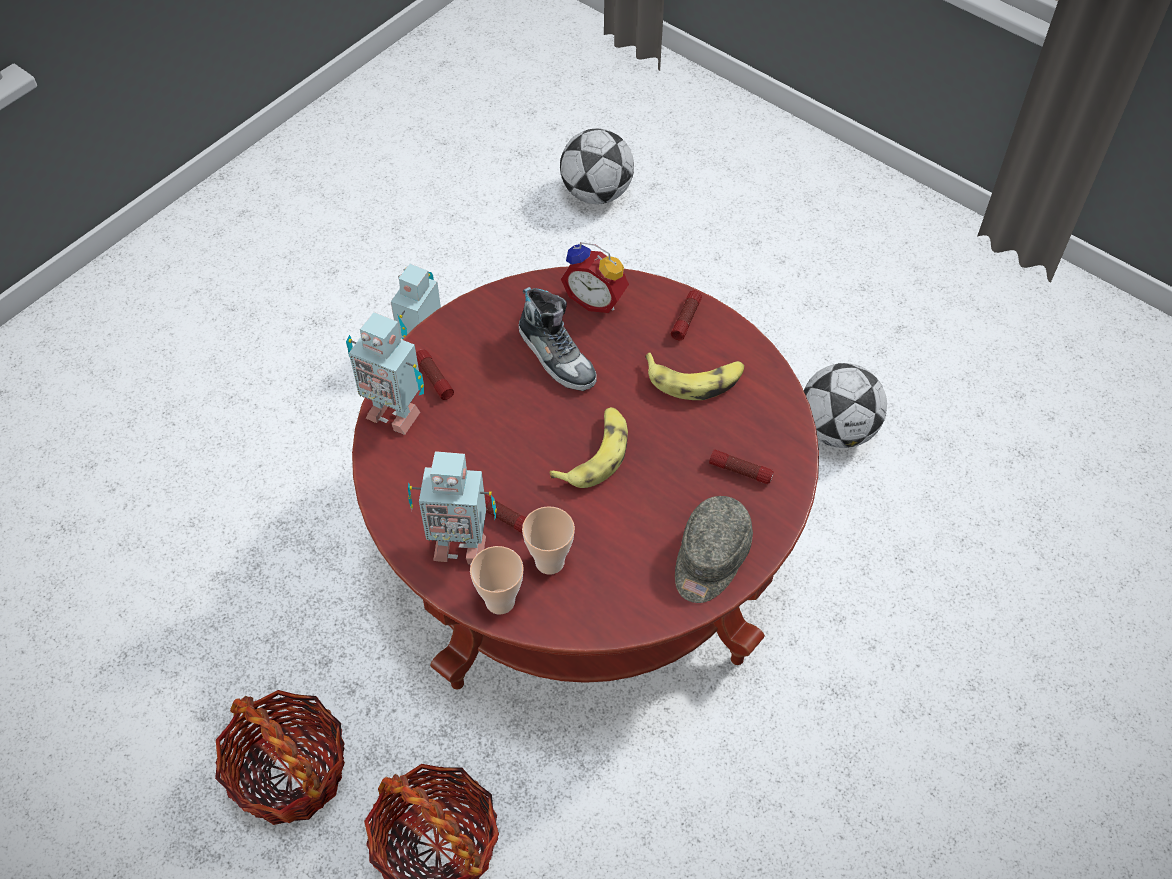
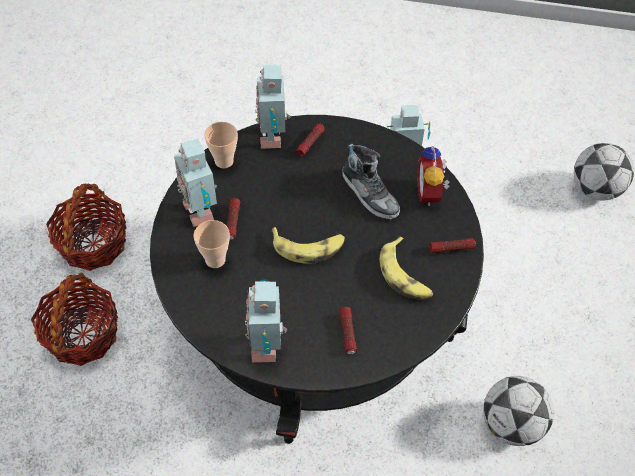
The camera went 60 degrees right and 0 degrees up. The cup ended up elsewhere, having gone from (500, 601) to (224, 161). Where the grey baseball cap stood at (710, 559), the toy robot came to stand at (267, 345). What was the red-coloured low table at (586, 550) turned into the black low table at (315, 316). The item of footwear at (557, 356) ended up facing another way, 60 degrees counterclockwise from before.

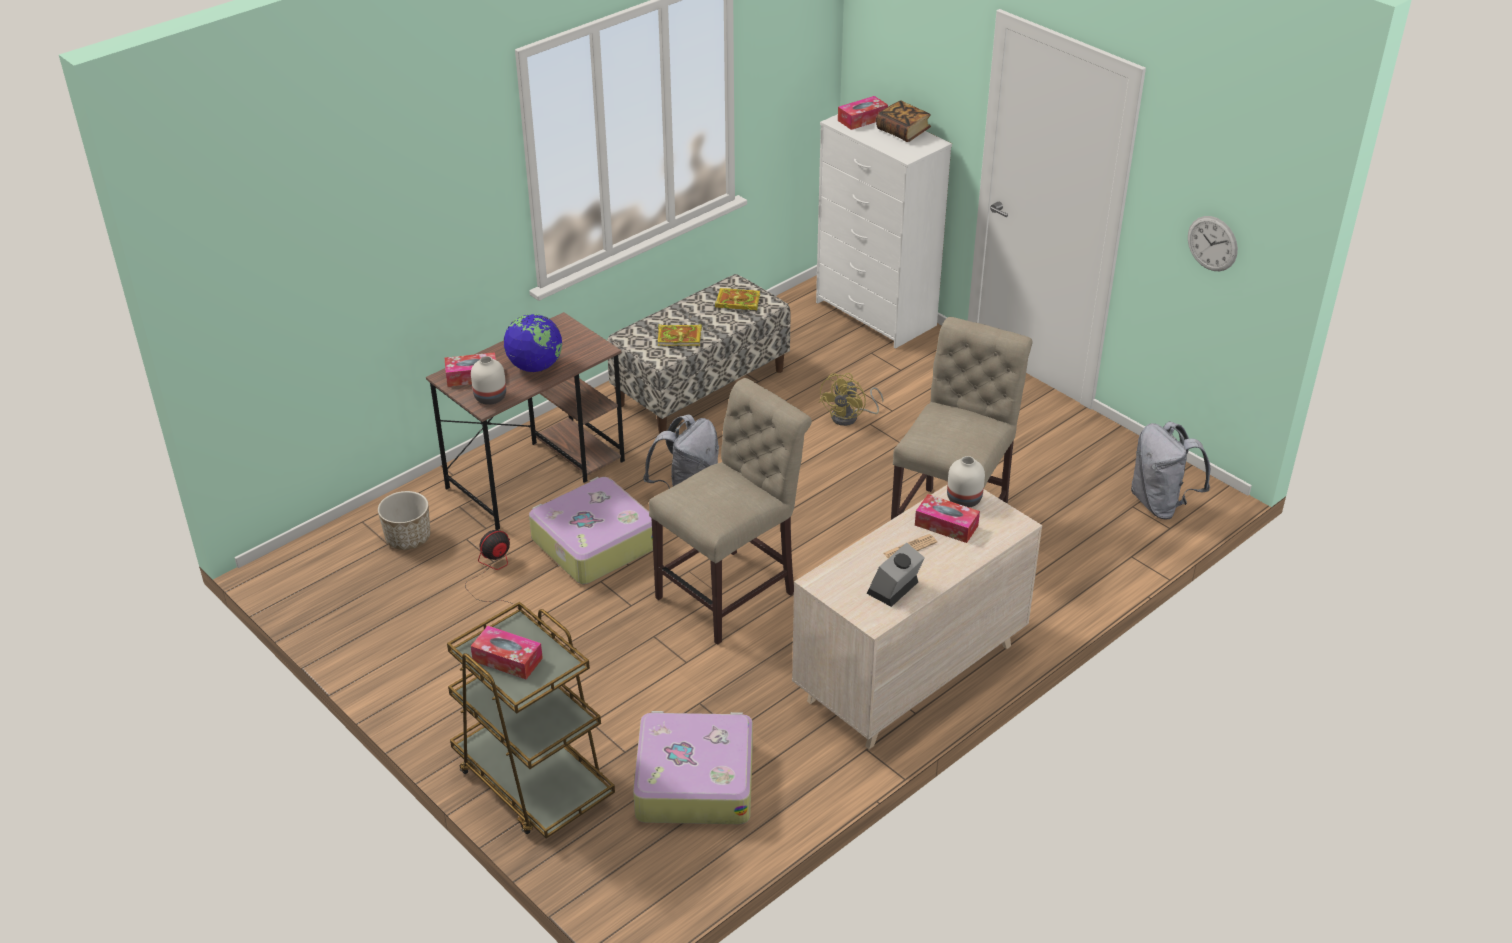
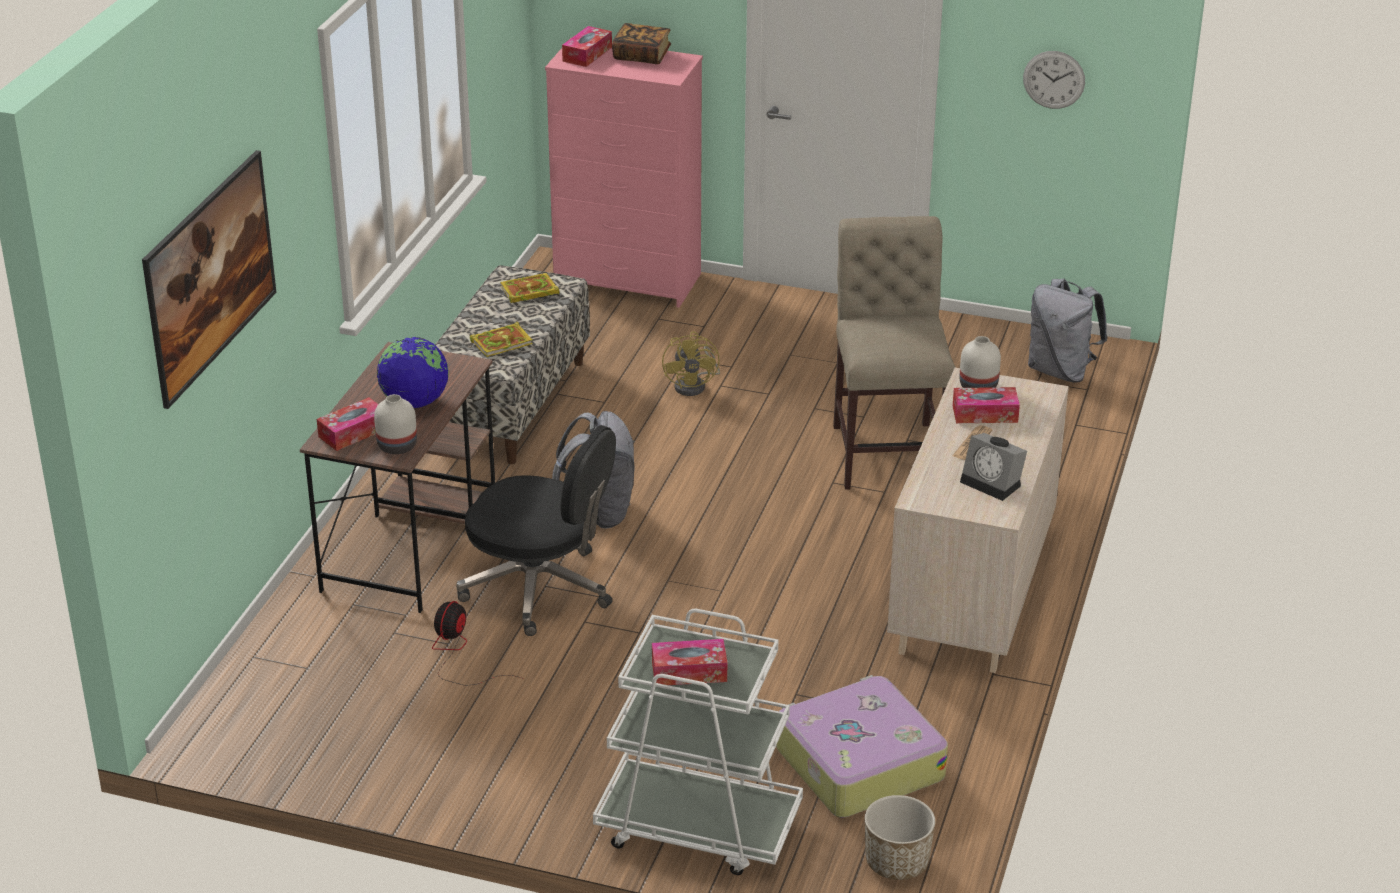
The camera went 30 degrees left and 5 degrees down. The second view lost the beige-coloured plain chair at (732, 592). The second view gained the wall picture at (215, 312). The flower pot ended up elsewhere, having gone from (408, 538) to (896, 862). Where the piece of luggage stood at (593, 543), the black office chair came to stand at (540, 588). What was the brown-coloured cart at (532, 781) turned into the white-coloured cart at (697, 826). What was the white-coloured dresser at (876, 314) turned into the pink dresser at (629, 280). The alarm clock at (893, 590) ended up facing another way, 60 degrees counterclockwise from before.

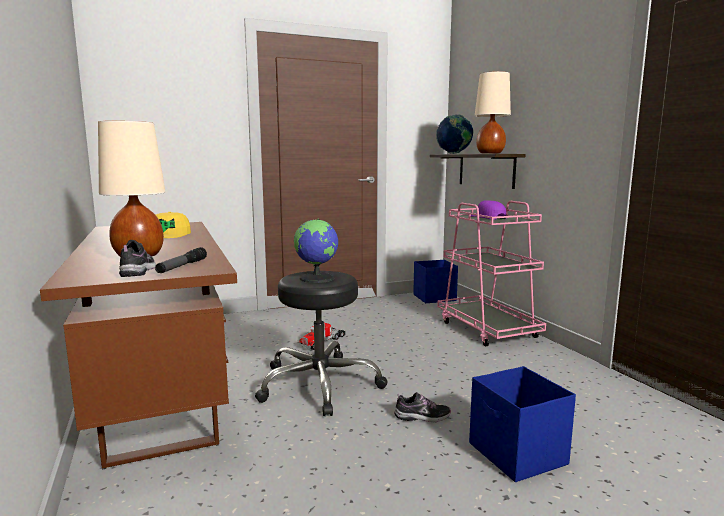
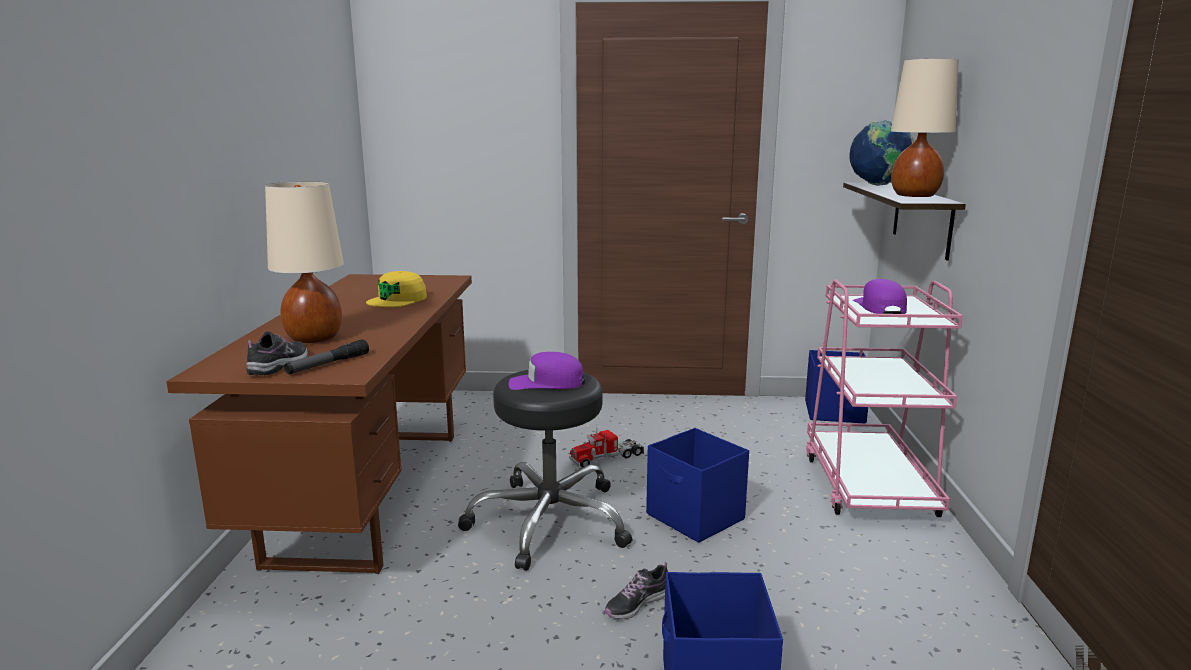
The camera went 25 degrees right and 5 degrees up. The second view gained the bluish storage bin at (695, 517). Where the globe stood at (317, 278), the purple-coloured baseball cap came to stand at (546, 383). The item of footwear at (422, 417) ended up facing another way, 120 degrees clockwise from before.

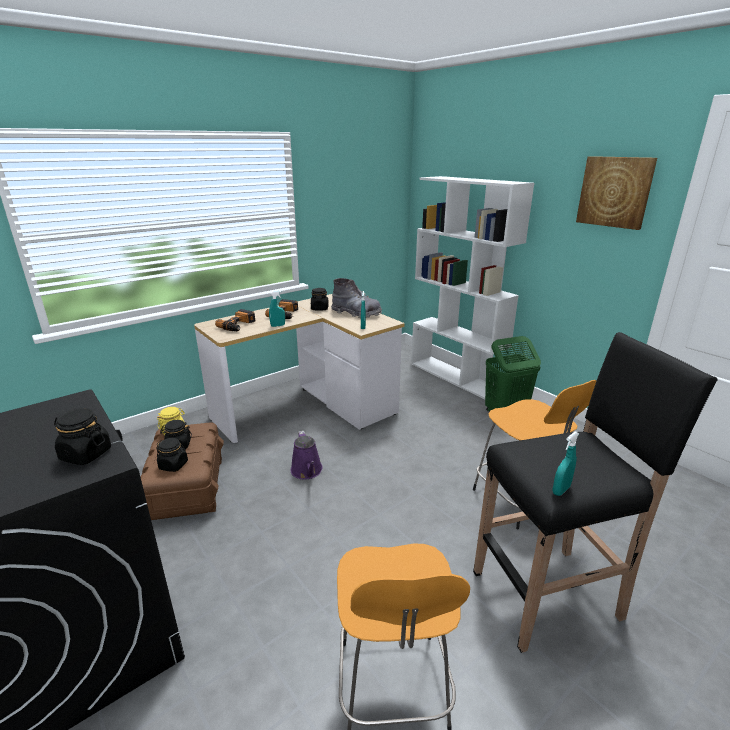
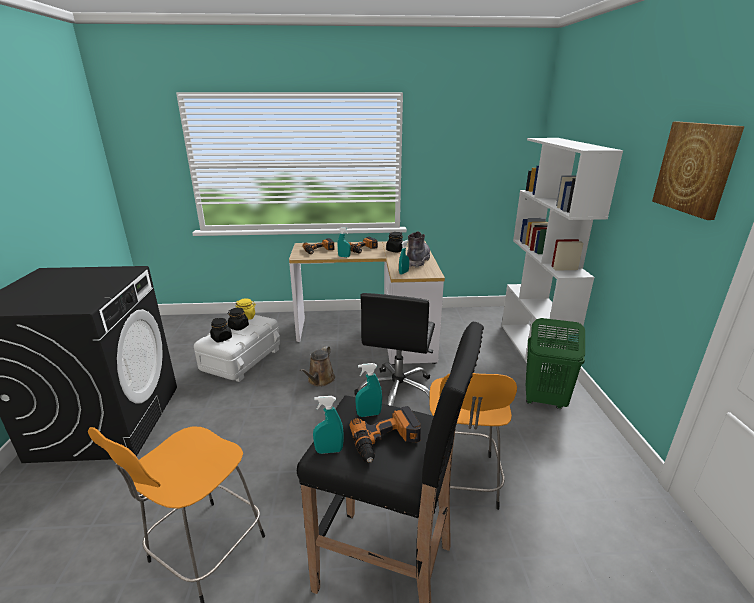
The camera went 35 degrees right and 0 degrees up. The second view lost the black jar at (85, 454). The second view gained the drill at (386, 441). The second view gained the black office chair at (398, 393). The second view gained the turquoise hand sprayer at (369, 414). What was the brown-coloured storage bin at (186, 487) turned into the white-coloured storage bin at (241, 359). What was the purple-coloured watering pot at (307, 471) turned into the brown-coloured watering pot at (320, 380). The grey tall boot at (356, 313) ended up facing another way, 135 degrees counterclockwise from before.

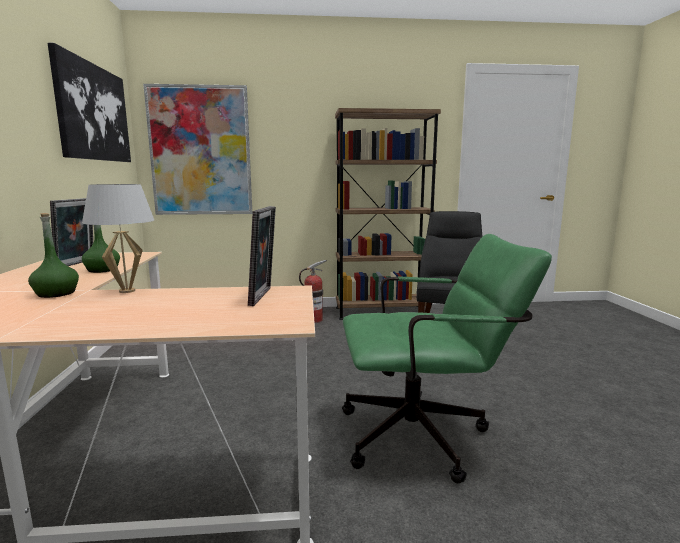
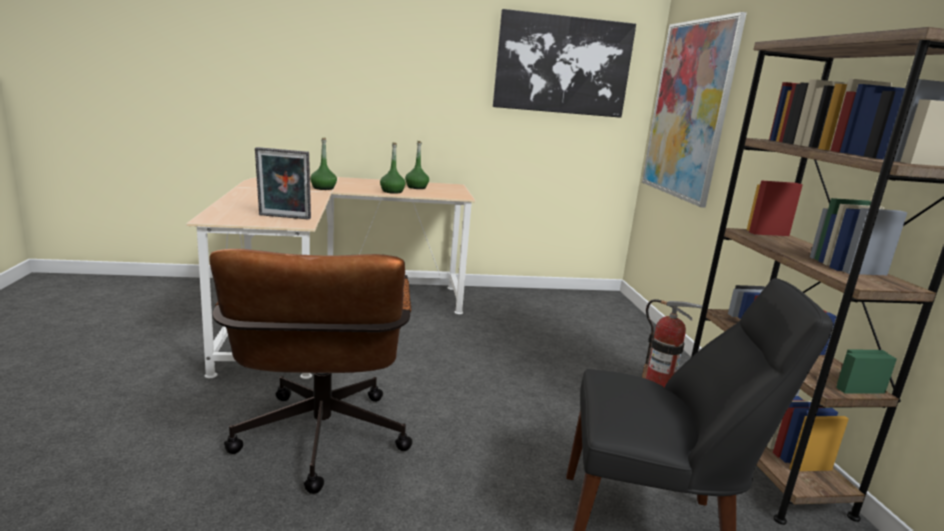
The camera went 85 degrees right and 5 degrees up. The second view lost the white-coloured lamp for a table at (127, 291). Where the standing frame stood at (77, 264), the green beverage bottle came to stand at (416, 187). What was the green office chair at (426, 435) turned into the brown-coloured office chair at (320, 446).

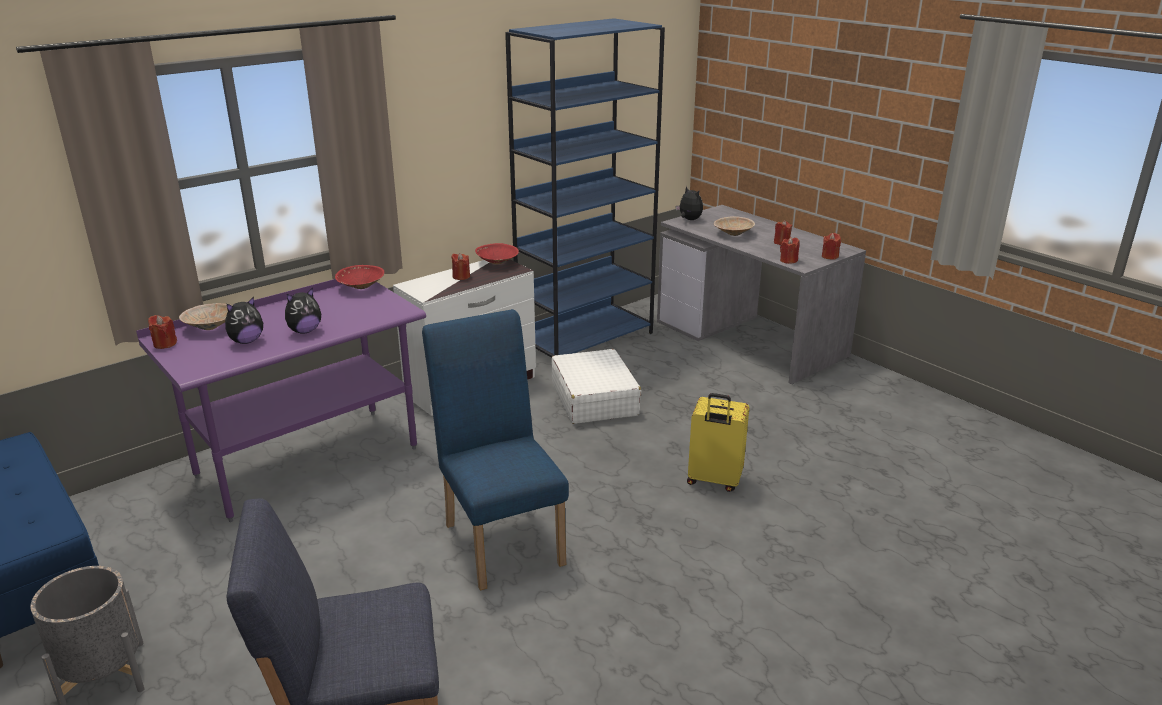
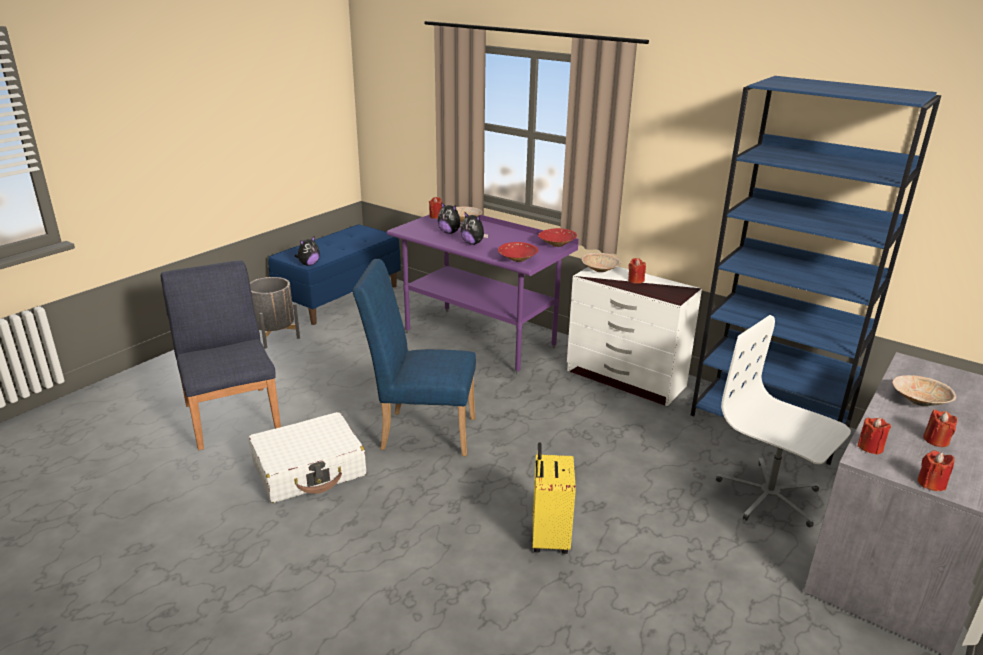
The camera went 75 degrees right and 0 degrees up. The second view gained the beige-coloured serving bowl at (600, 271). The second view gained the white-coloured office chair at (769, 496). The red-coloured serving bowl ended up elsewhere, having gone from (497, 263) to (517, 260). The white-coloured piece of luggage ended up elsewhere, having gone from (594, 399) to (309, 470). The cuddly toy ended up elsewhere, having gone from (689, 220) to (309, 264). The bluish plain chair at (501, 537) ended up facing another way, 135 degrees counterclockwise from before.

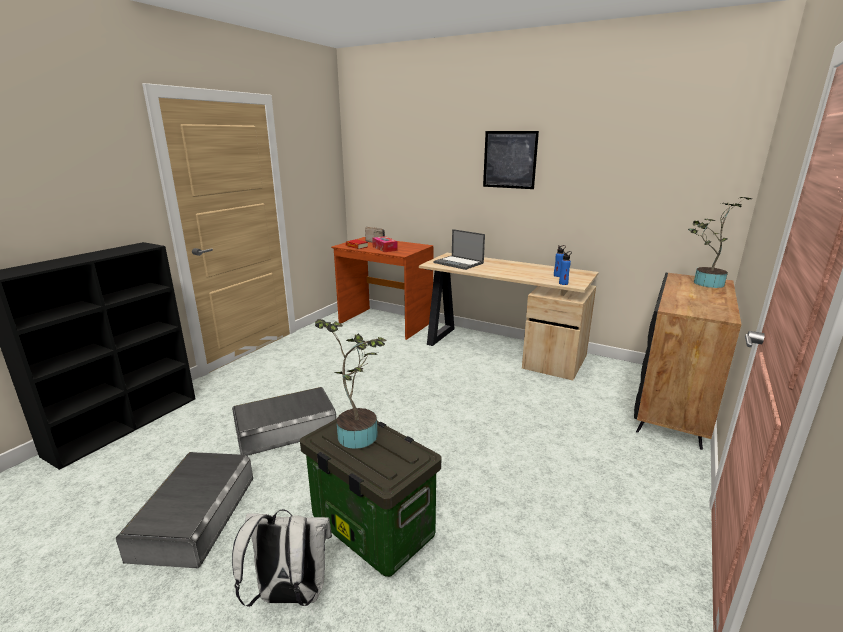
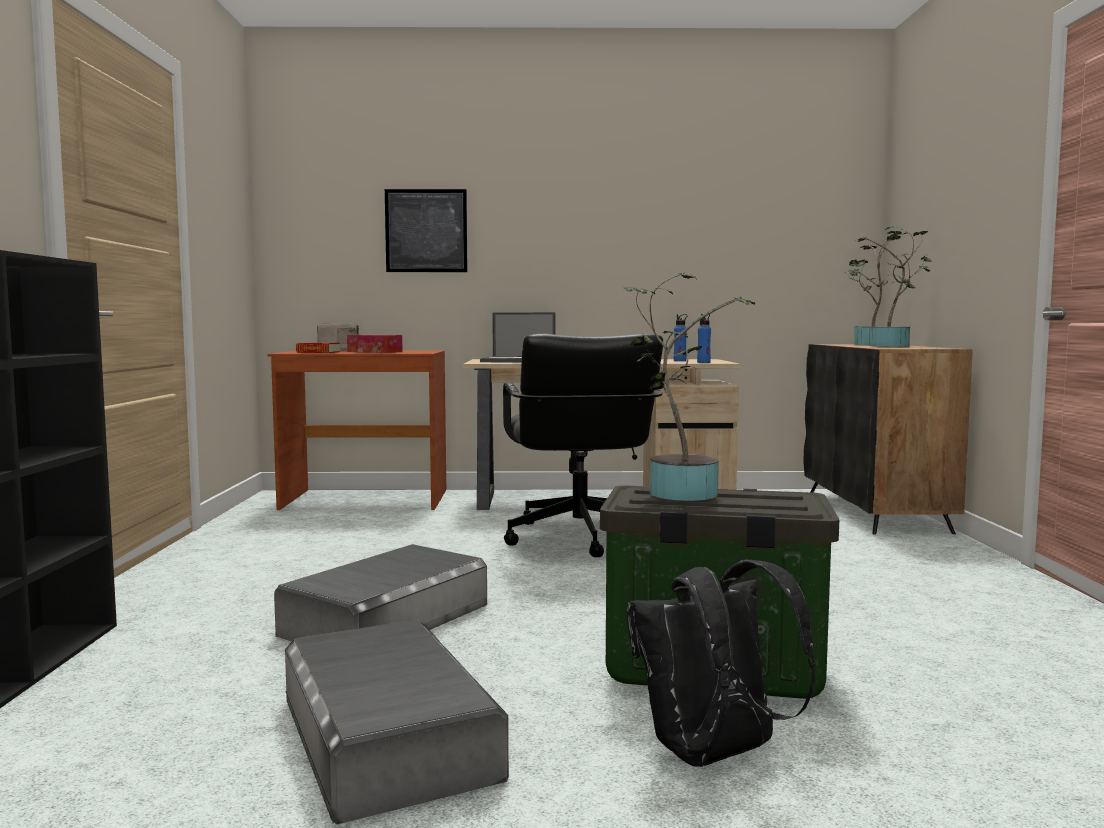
The camera went 30 degrees left and 15 degrees down. The second view gained the black office chair at (579, 538). The second view gained the houseplant at (893, 346). The wall picture ended up elsewhere, having gone from (509, 160) to (426, 231). What was the white-coloured knapsack at (289, 596) turned into the black knapsack at (713, 756).

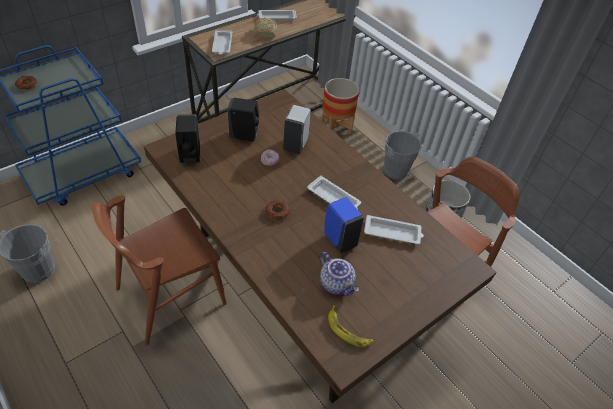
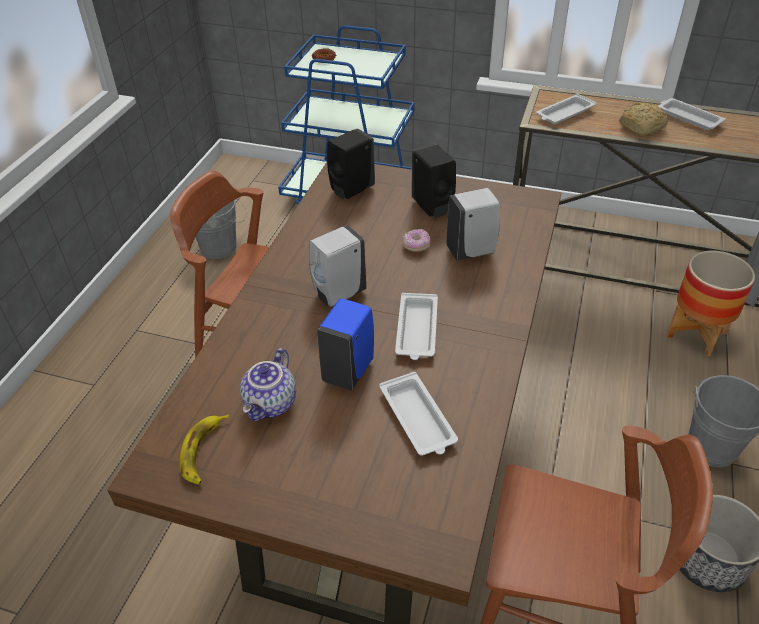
The camera went 60 degrees right and 5 degrees down. Where the donut stood at (277, 212), the white-coloured liquid soap bottle came to stand at (338, 294).

